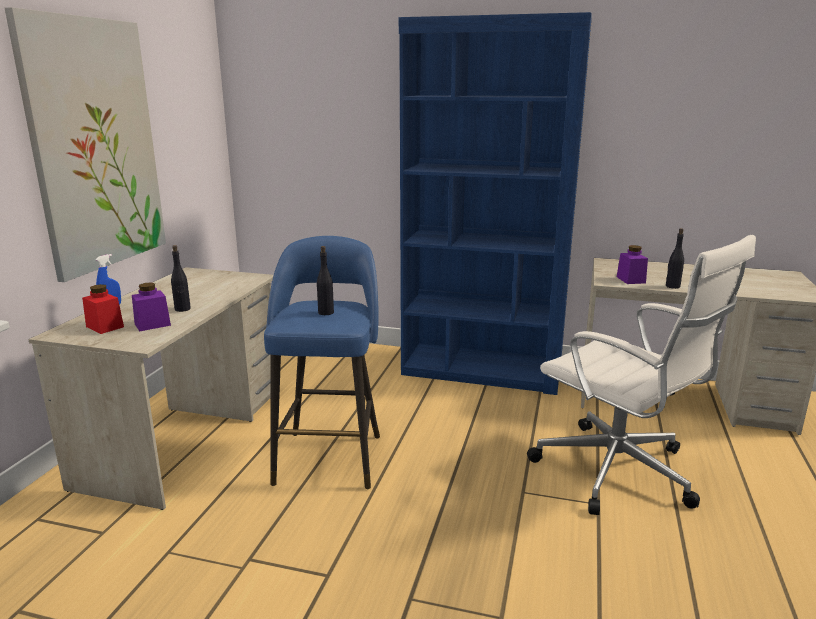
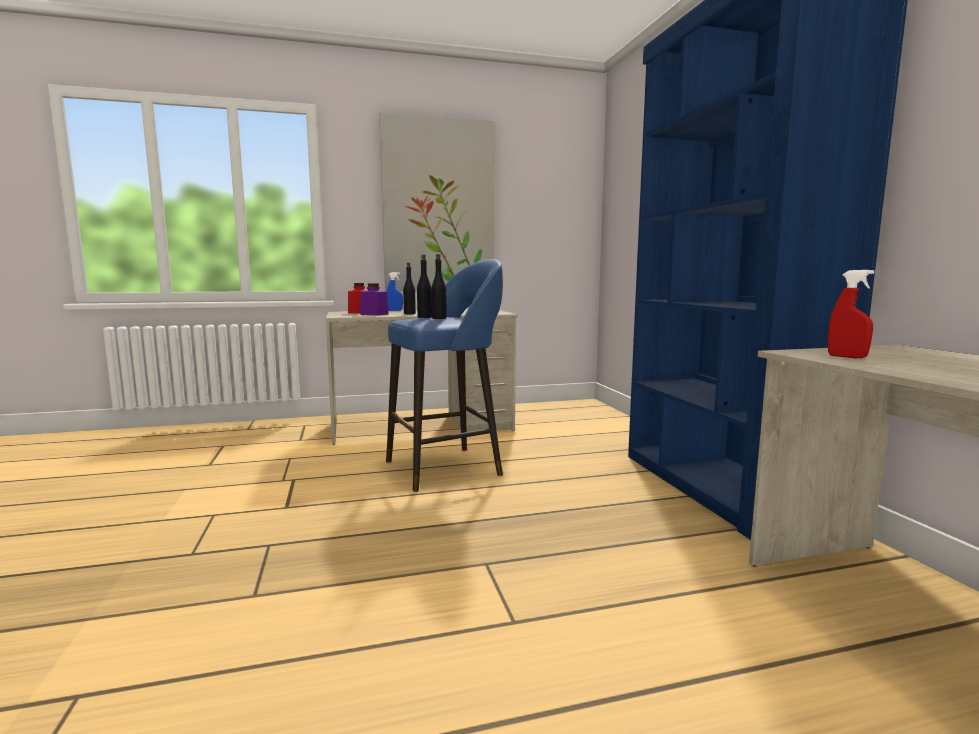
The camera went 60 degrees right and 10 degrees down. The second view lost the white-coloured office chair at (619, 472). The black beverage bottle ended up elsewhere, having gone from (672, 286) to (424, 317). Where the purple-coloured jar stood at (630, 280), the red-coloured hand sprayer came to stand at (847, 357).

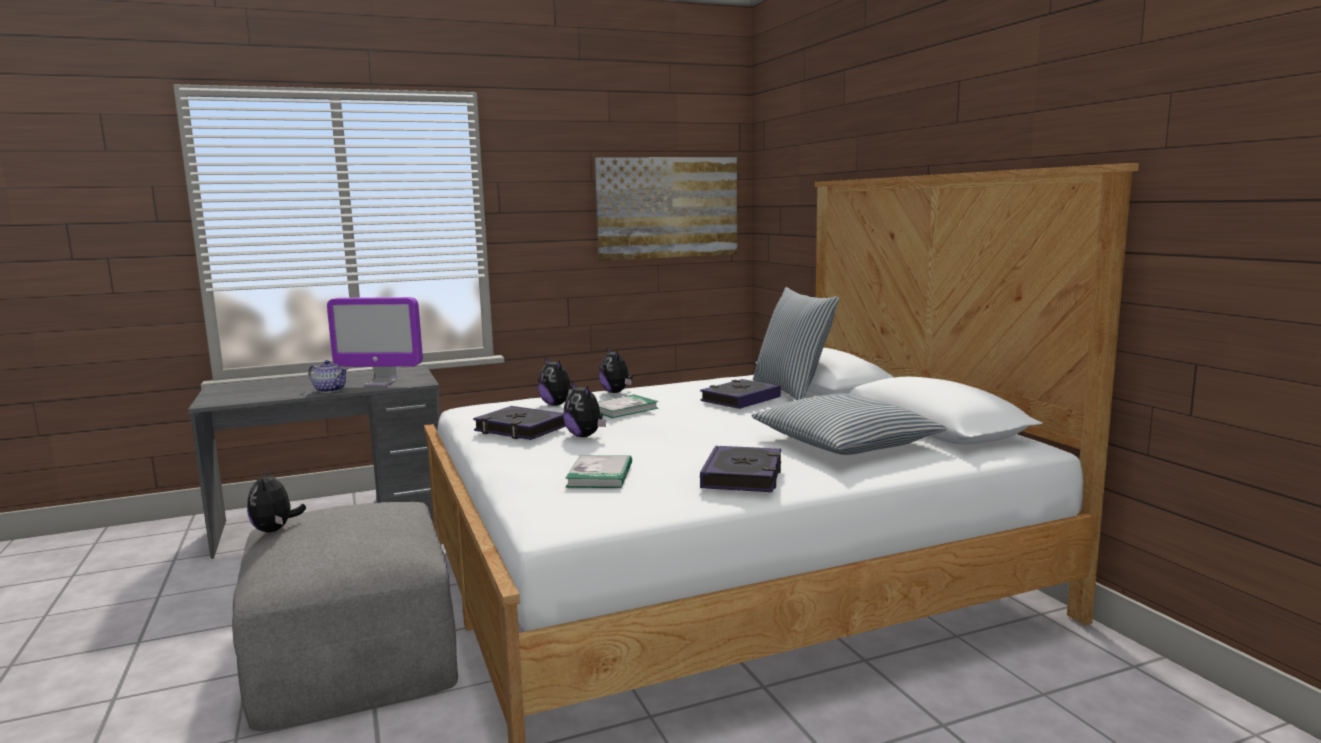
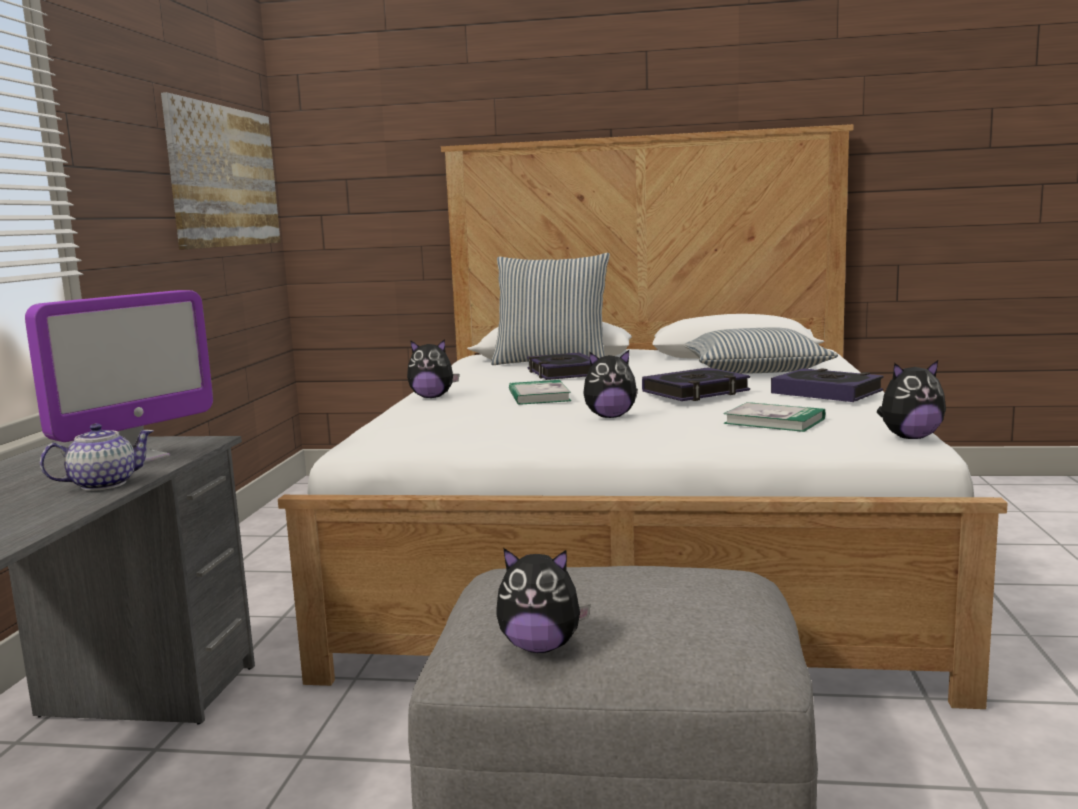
The camera went 60 degrees left and 0 degrees up. The bound book ended up elsewhere, having gone from (520, 429) to (696, 392). The cuddly toy ended up elsewhere, having gone from (557, 405) to (909, 437).

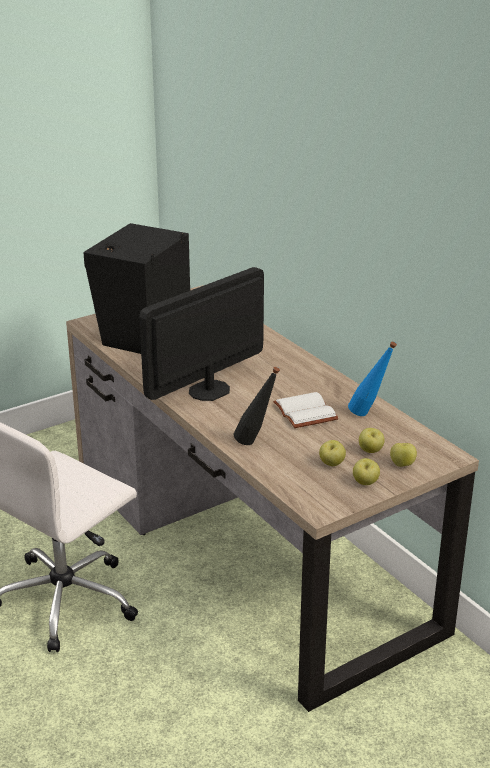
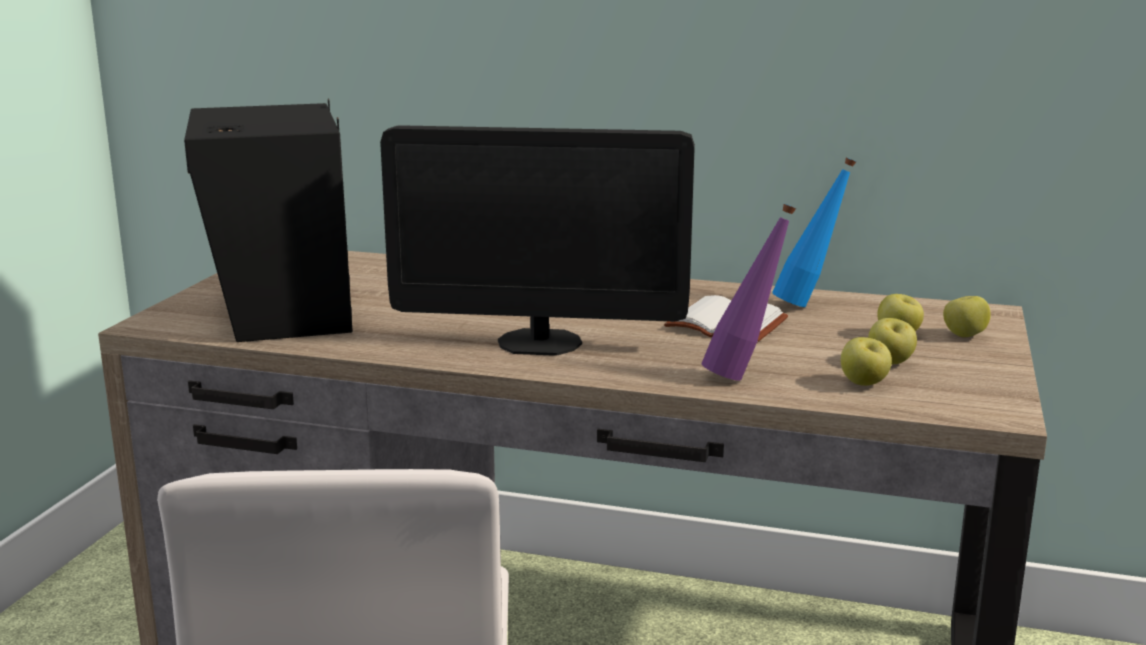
The camera went 40 degrees left and 10 degrees down. The whole apple ended up elsewhere, having gone from (365, 483) to (863, 384). What was the black beverage bottle at (256, 443) turned into the purple-coloured beverage bottle at (744, 376). The monitor at (209, 390) ended up facing another way, 90 degrees counterclockwise from before.

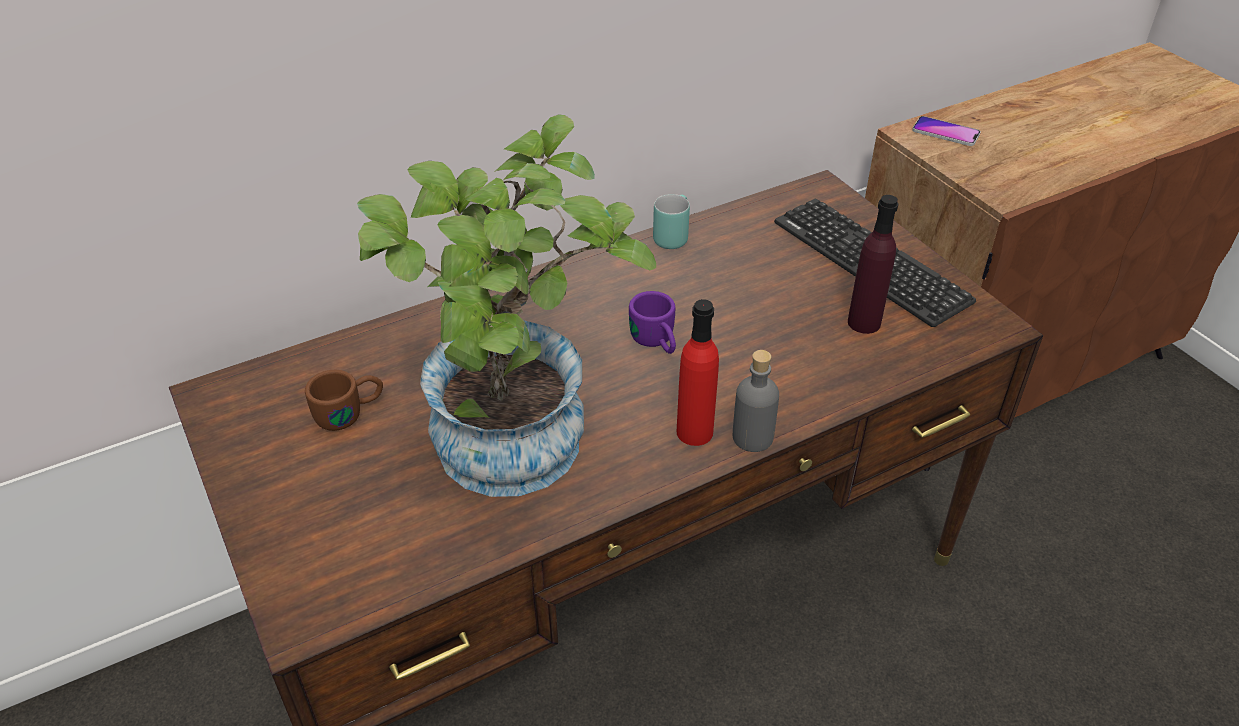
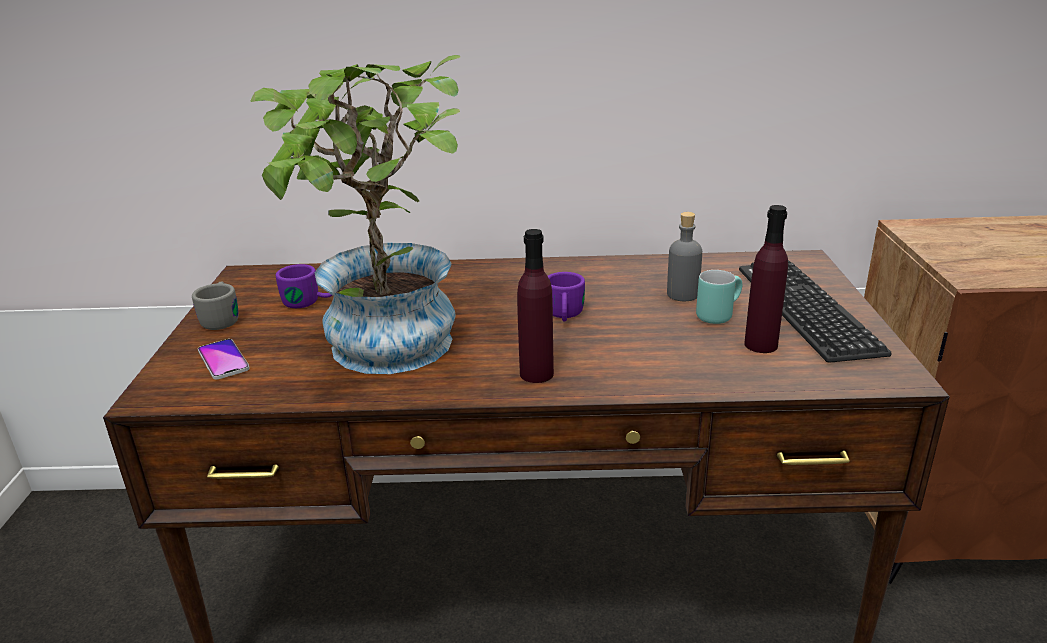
The camera went 30 degrees right and 15 degrees down. The second view gained the grey coffee mug at (222, 318). The turquoise coffee mug ended up elsewhere, having gone from (671, 236) to (717, 314). The grey beverage bottle ended up elsewhere, having gone from (752, 437) to (682, 294). The handset ended up elsewhere, having gone from (945, 132) to (223, 360). What was the brown-coloured coffee mug at (350, 412) turned into the purple-coloured coffee mug at (310, 302). What was the red-coloured beverage bottle at (694, 432) turned into the purple-coloured beverage bottle at (536, 374).

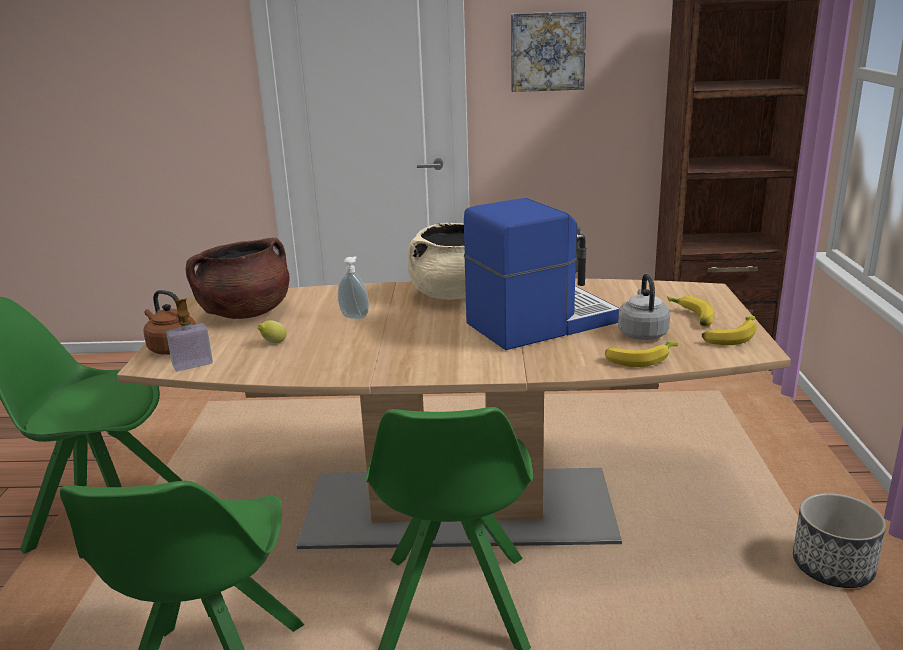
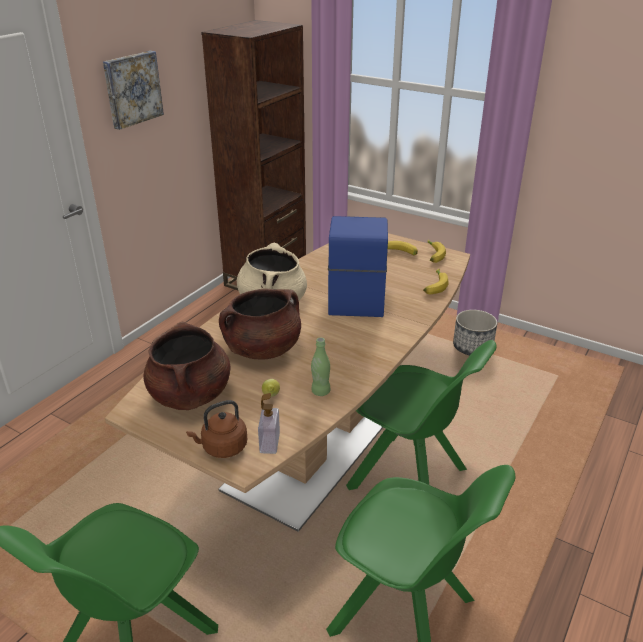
The camera went 60 degrees left and 10 degrees up. The second view lost the grey tea kettle at (642, 333). The second view gained the green beverage bottle at (320, 391). Where the liquid soap bottle stood at (355, 316), the brown-coloured stockpot came to stand at (262, 349).

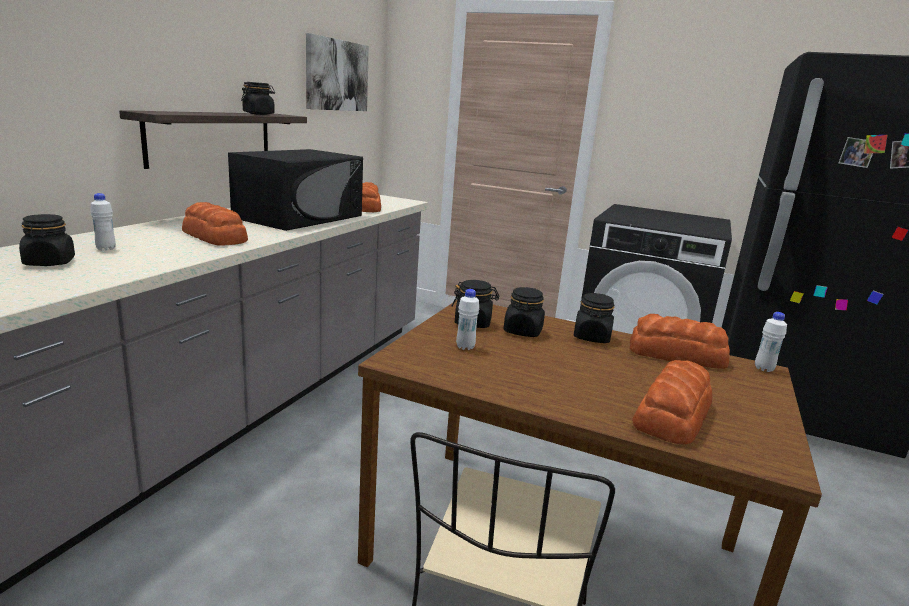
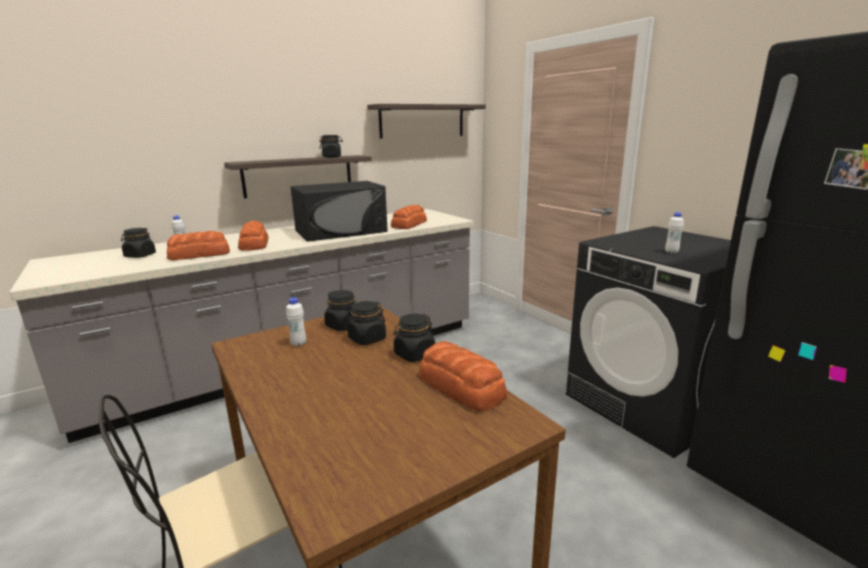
The camera went 35 degrees right and 0 degrees up. The bakery bread ended up elsewhere, having gone from (673, 415) to (200, 255). The white-coloured beverage bottle ended up elsewhere, having gone from (763, 369) to (671, 252). Where the wall picture hung at (336, 75), the bracket shelf came to hang at (422, 121).

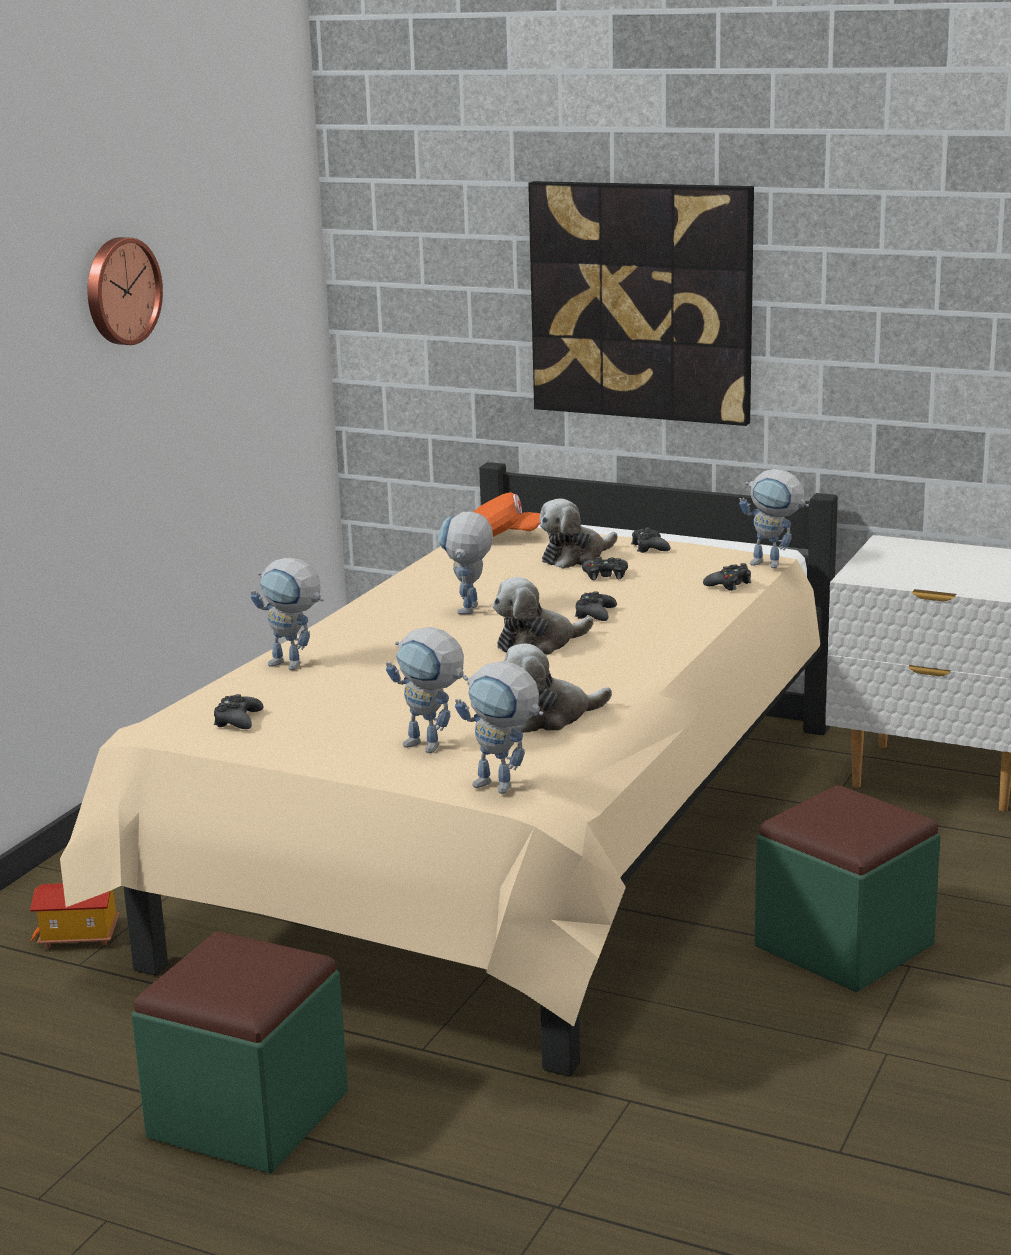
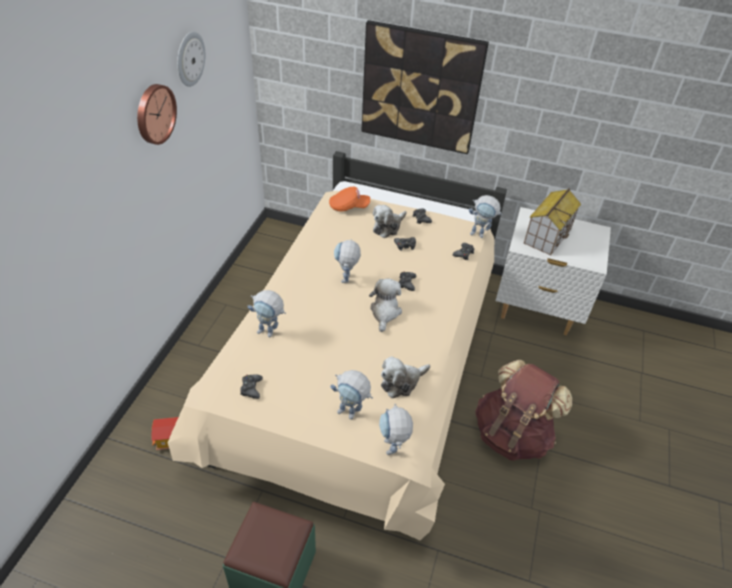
The camera went 10 degrees left and 25 degrees up. The second view gained the clock on the wall at (189, 59). The second view gained the miniature house at (547, 236). Where the green footrest stood at (844, 946), the brown-coloured knapsack came to stand at (512, 434). The toy robot at (504, 787) ended up facing another way, 60 degrees clockwise from before. The cuddly toy at (538, 644) ended up facing another way, 135 degrees clockwise from before.

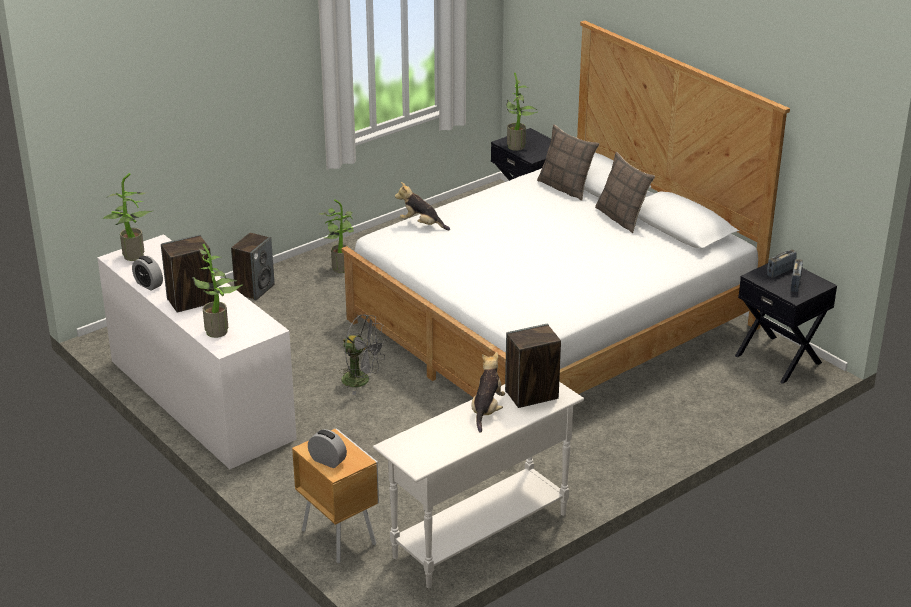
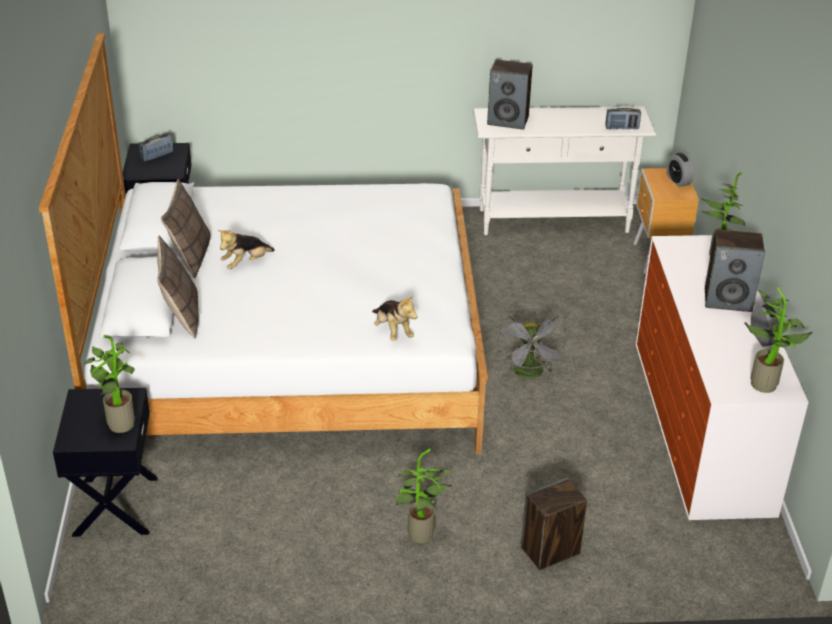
The camera went 145 degrees left and 5 degrees up. The cuddly toy ended up elsewhere, having gone from (487, 410) to (246, 263). The radio set ended up elsewhere, having gone from (780, 272) to (622, 128). The grey electric fan at (362, 381) ended up facing another way, 150 degrees counterclockwise from before.

